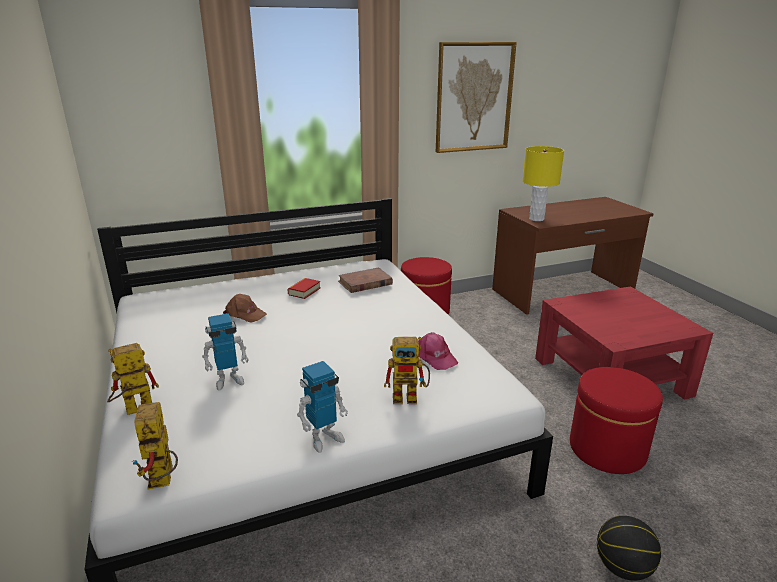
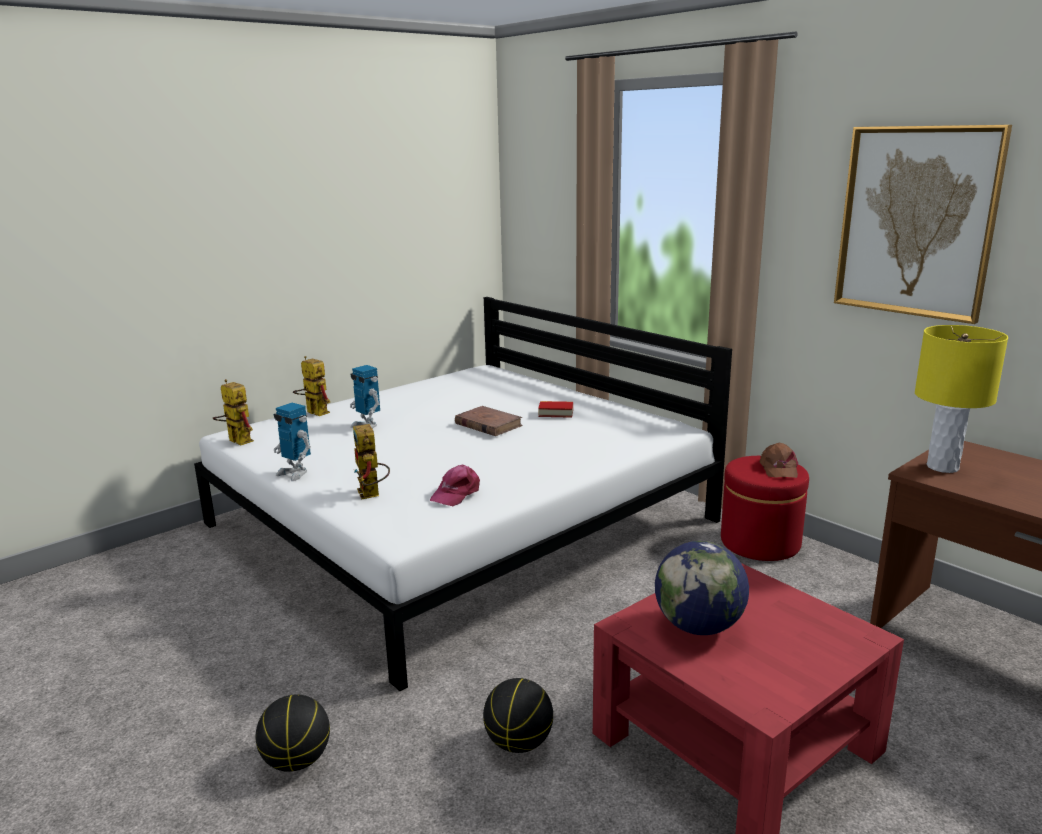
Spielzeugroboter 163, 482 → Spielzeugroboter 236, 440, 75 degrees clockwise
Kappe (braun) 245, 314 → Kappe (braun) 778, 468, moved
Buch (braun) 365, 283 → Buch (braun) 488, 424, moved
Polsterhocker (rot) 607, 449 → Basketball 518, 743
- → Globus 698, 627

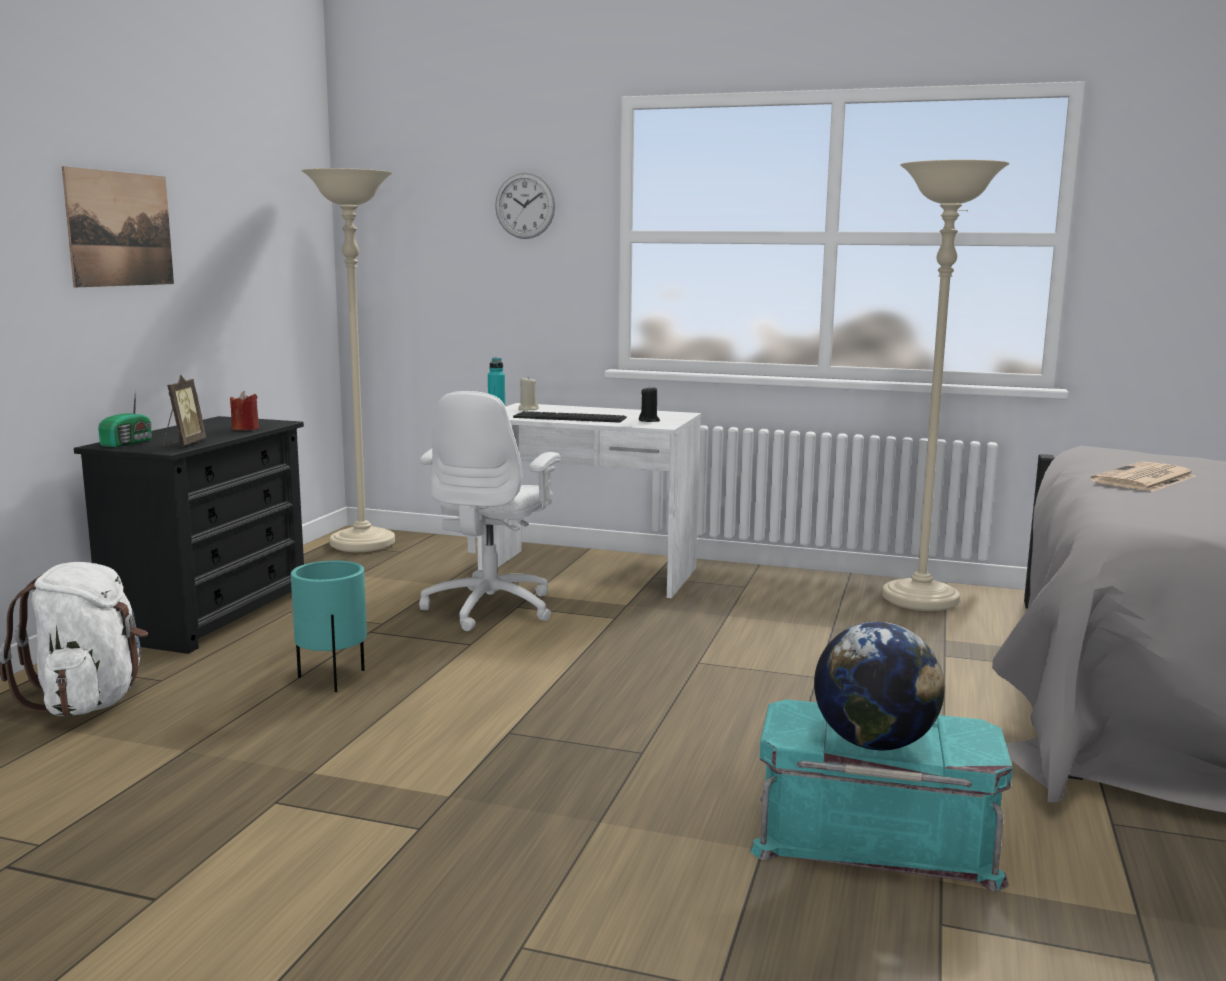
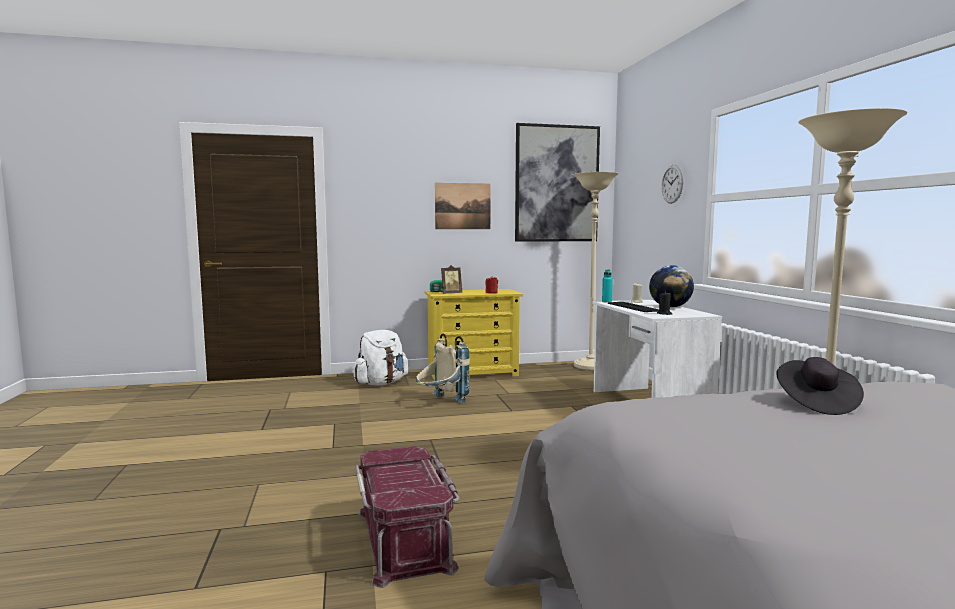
Kommode (schwarz) 210, 615 → Kommode (gelb) 473, 373
Pflanzkübel (türkis) 333, 680 → Rucksack (beige) 441, 403
Bürostuhl (weiß) 492, 608 → -
Aufbewahrungsbox (türkis) 875, 837 → Aufbewahrungsbox (rot) 406, 538
Globus 874, 743 → Globus 670, 307, moved
Zeitung 1144, 479 → Hut (schwarz) 815, 403
- → Bild 556, 184

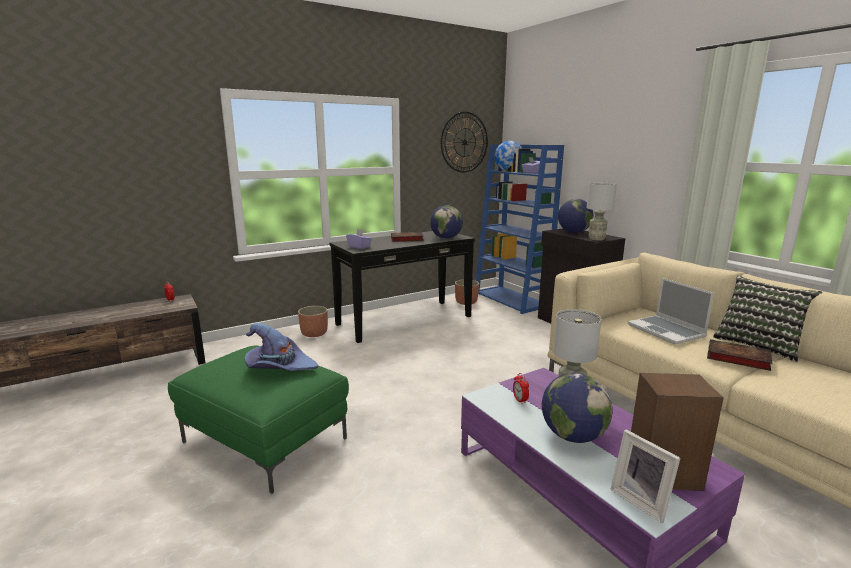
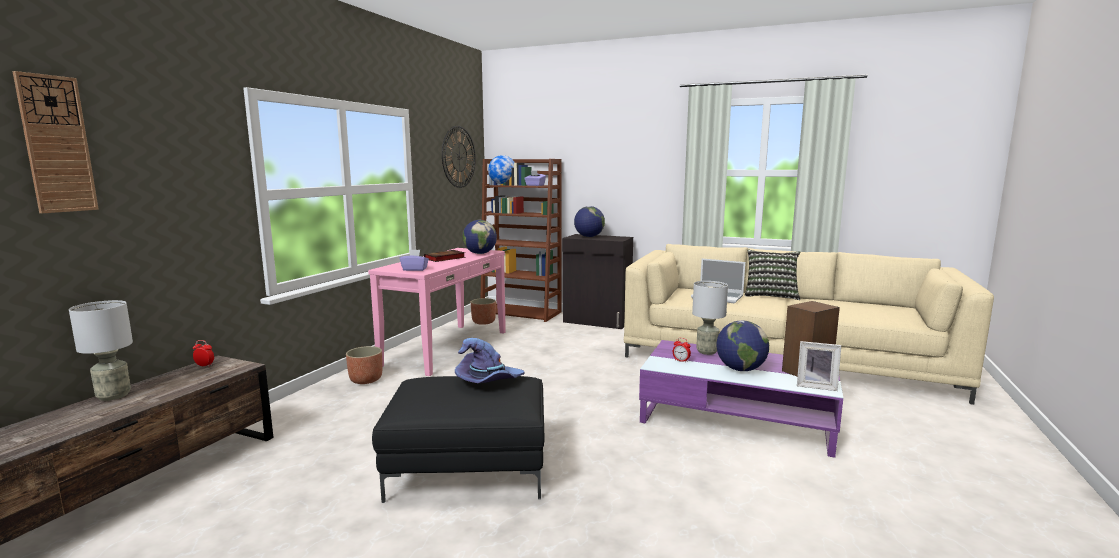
Polsterhocker (grün) 263, 440 → Polsterhocker (schwarz) 466, 471
Konsolentisch (schwarz) 404, 320 → Konsolentisch (rosa) 446, 348
Bücherregal (blau) 512, 300 → Bücherregal (braun) 522, 313
Tischlampe (grau) 596, 239 → Tischlampe (grau) 113, 396, moved
Buch 736, 358 → -
- → Wanduhr 57, 144

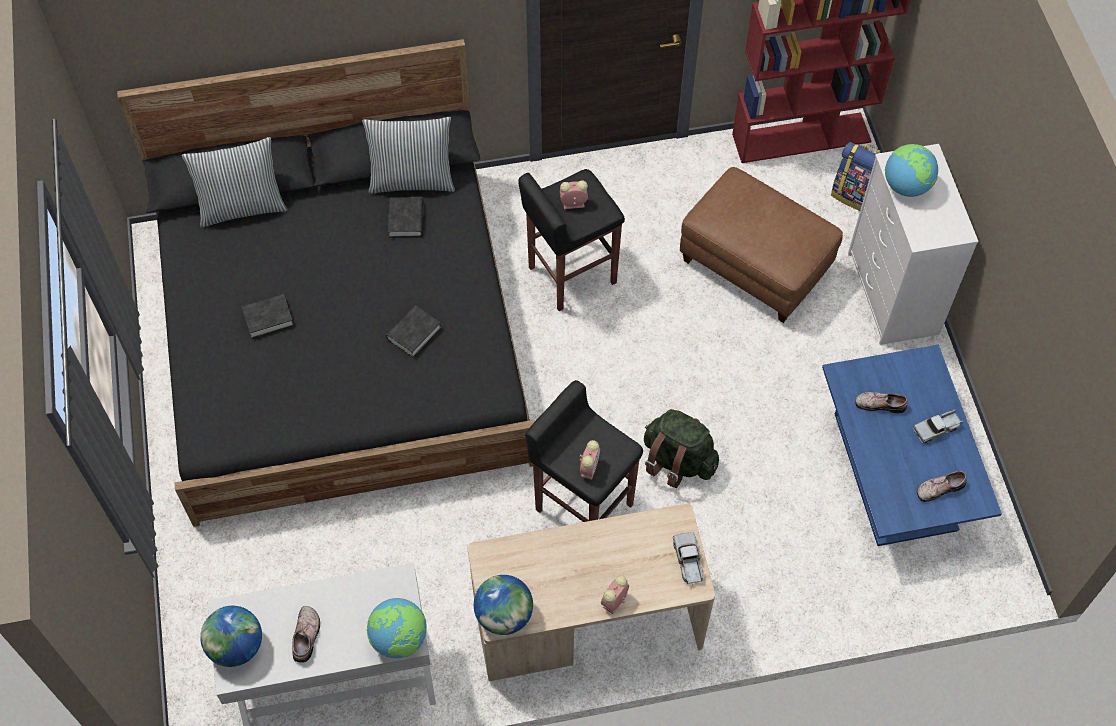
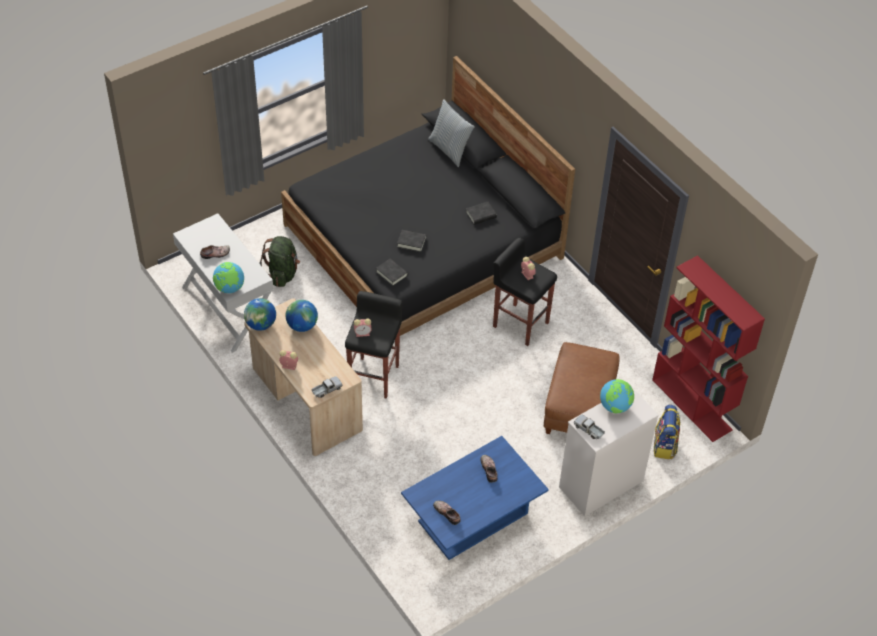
Globus 236, 646 → Globus 302, 326, moved
Buch (schwarz) 268, 318 → Buch (schwarz) 391, 274, moved
Kissen 412, 180 → -
Rucksack (grün) 677, 461 → Rucksack (grün) 282, 273, moved
Spielzeuglaster 936, 429 → Spielzeuglaster 589, 430, moved

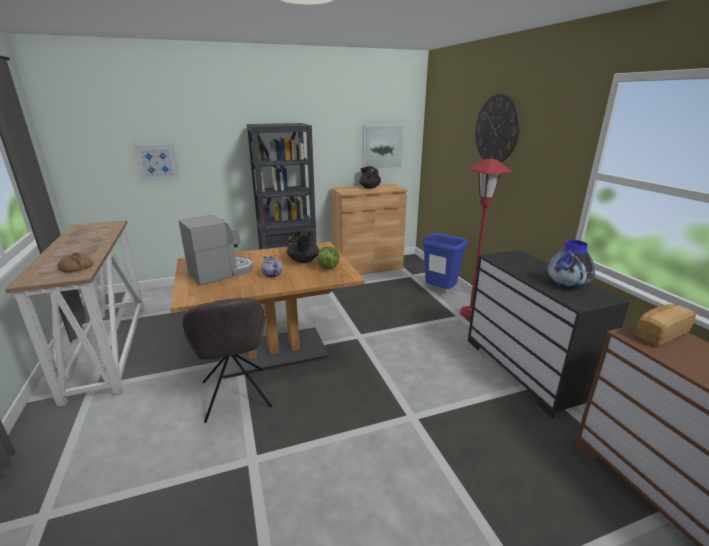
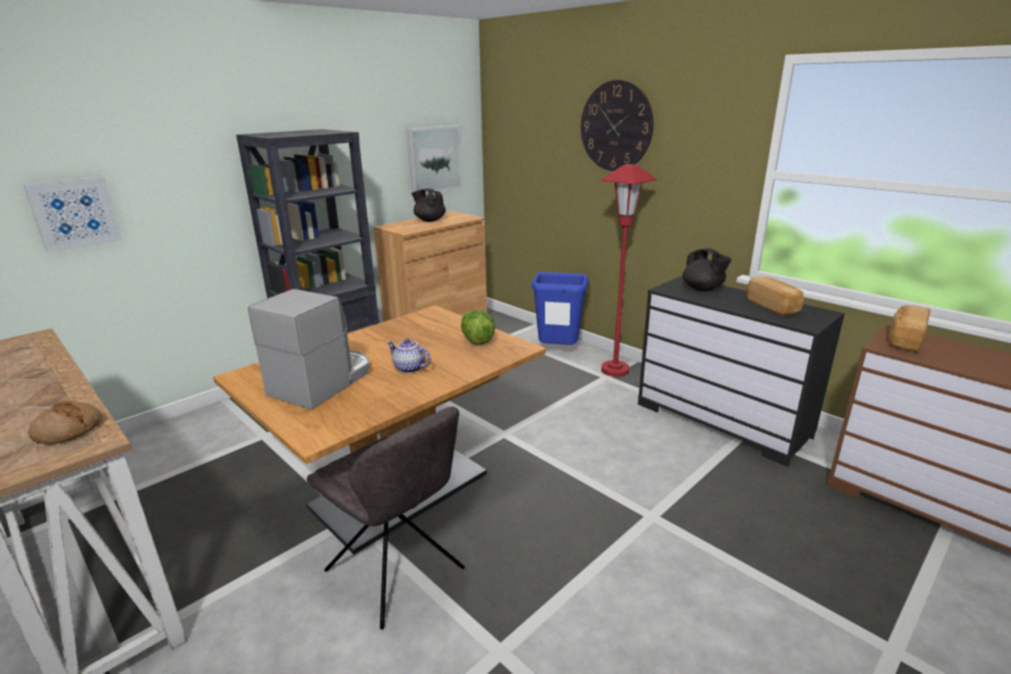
Teekanne (schwarz) 303, 261 → Teekanne (schwarz) 703, 289, moved
Vase 567, 284 → Brot 773, 306

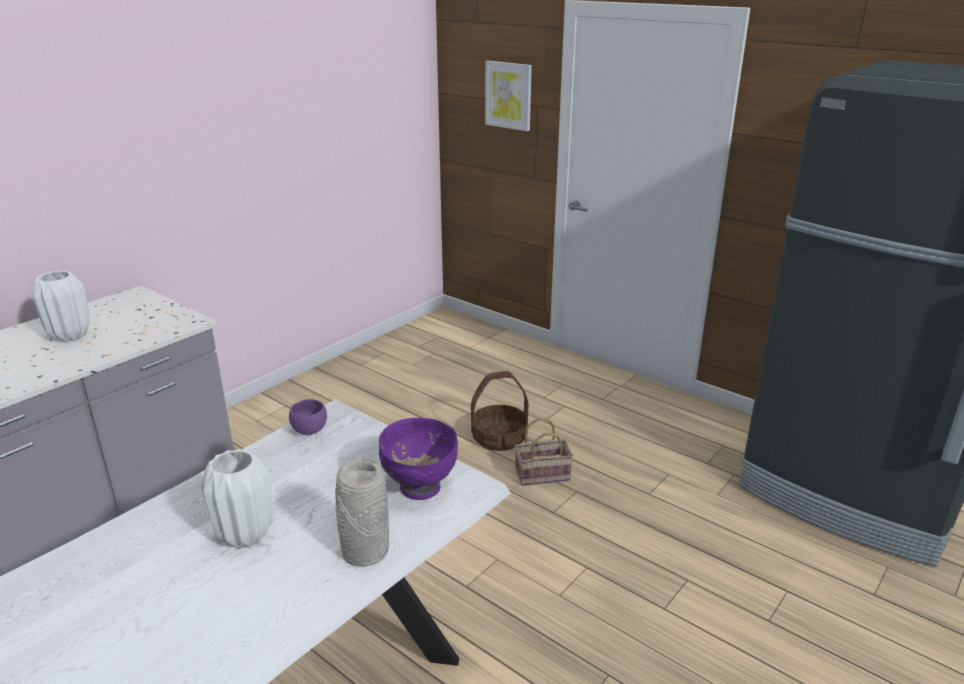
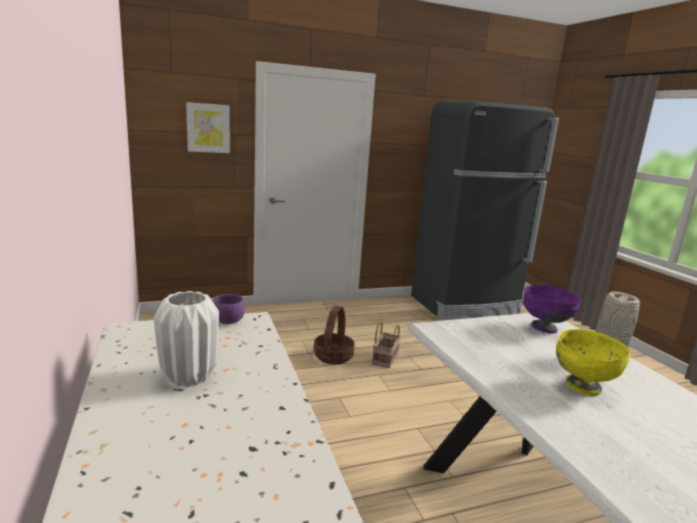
Vase (weiß) 246, 535 → Schüssel (gelb) 582, 387
Schüssel (lila) 309, 430 → Schüssel (lila) 228, 321, moved

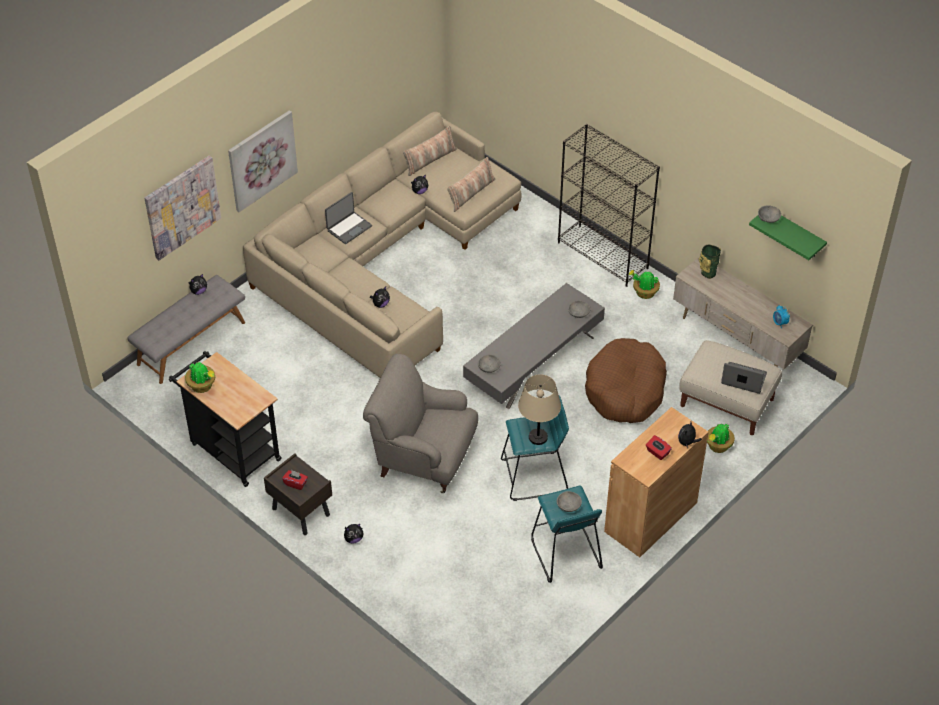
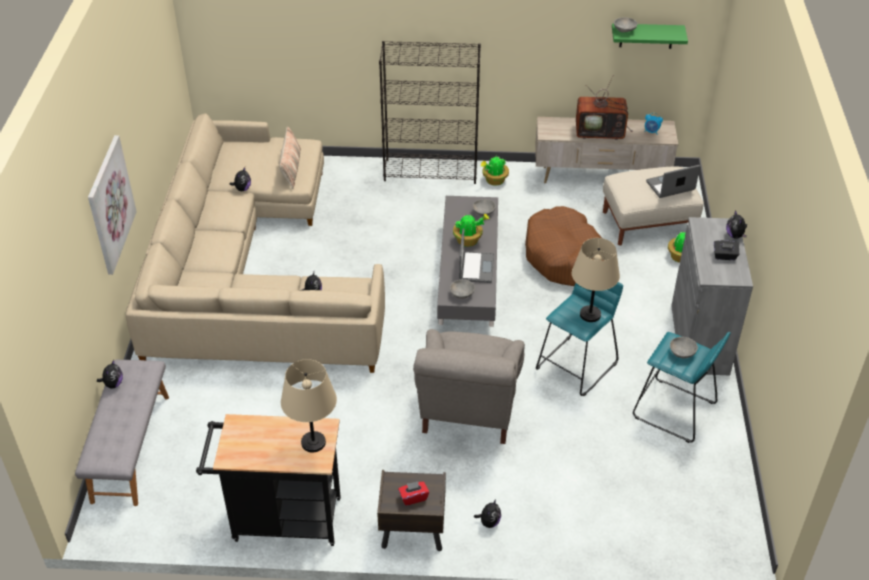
Bild 182, 207 → -
Topfpflanze 202, 386 → Topfpflanze 468, 240, moved
Laptop 349, 228 → Laptop 475, 268, moved
Sessel (grau) 423, 458 → Sessel (grau) 468, 410, 60 degrees counterclockwise
Kissen 429, 160 → -
Schrank (braun) 650, 517 → Schrank (grau) 699, 339
Taschentuchbox (rot) 657, 452 → Taschentuchbox (schwarz) 724, 256
Vase 707, 273 → -
- → Tischlampe (beige) 313, 442
- → Fernseher 601, 132

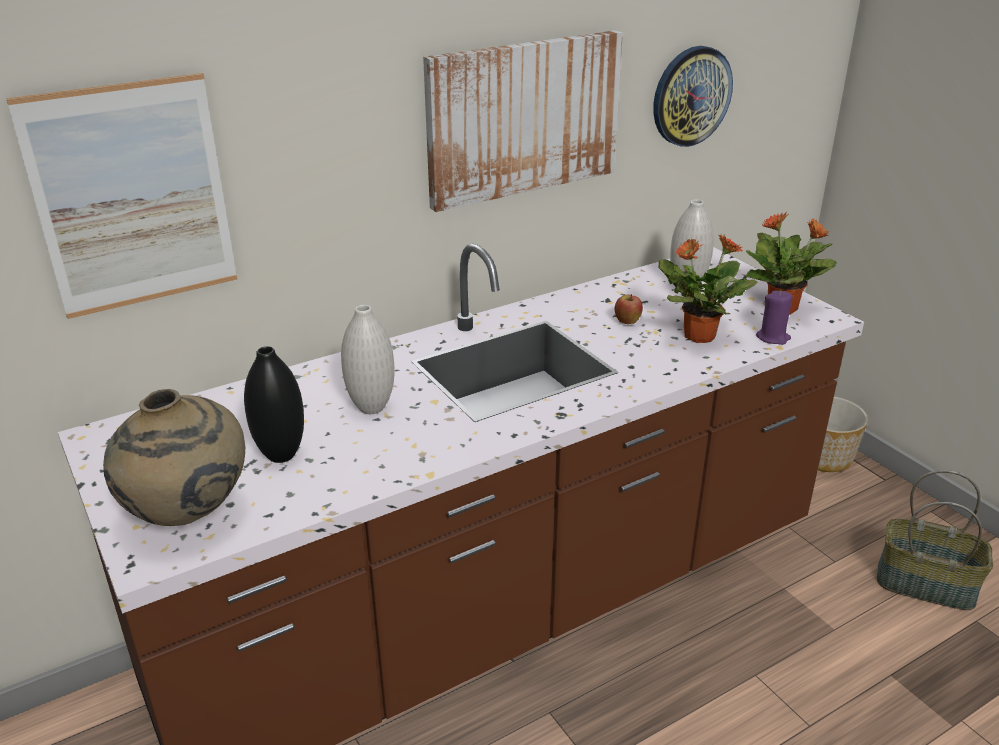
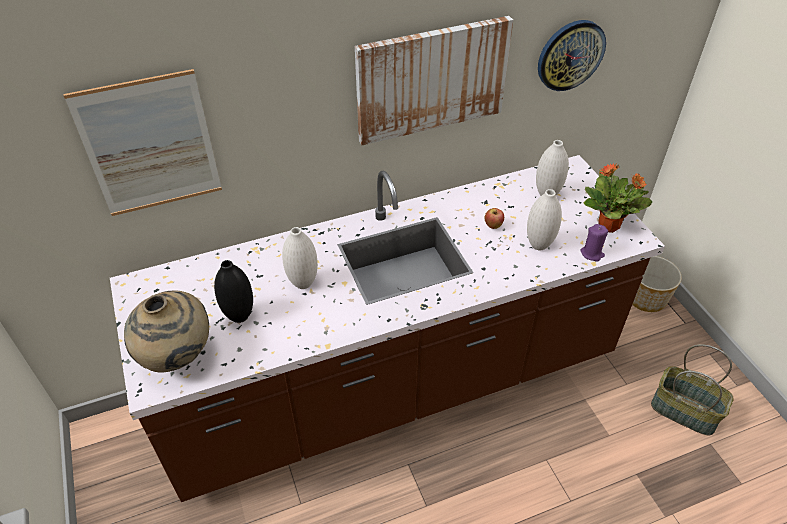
Topfpflanze 697, 336 → Vase (weiß) 539, 245

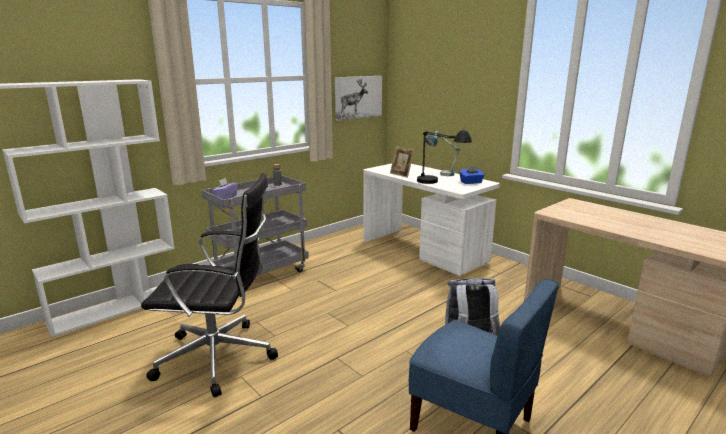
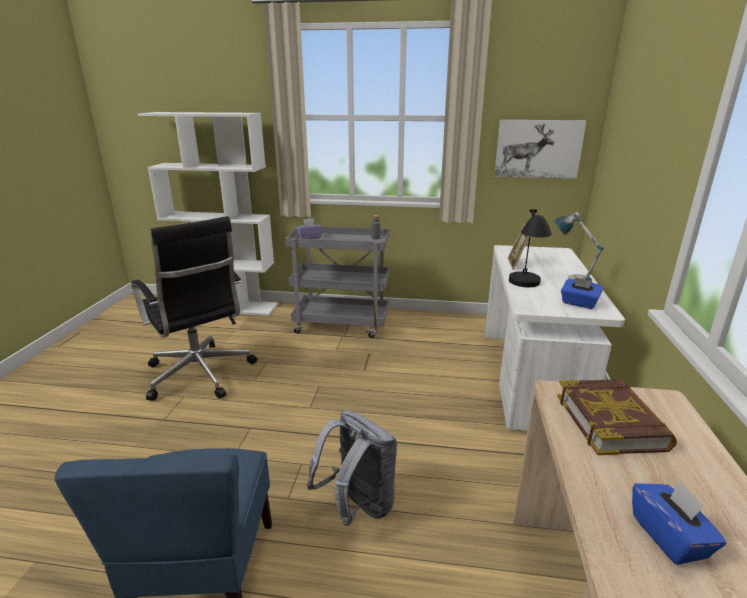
- → Buch 610, 422
- → Taschentuchbox (blau) 669, 537

